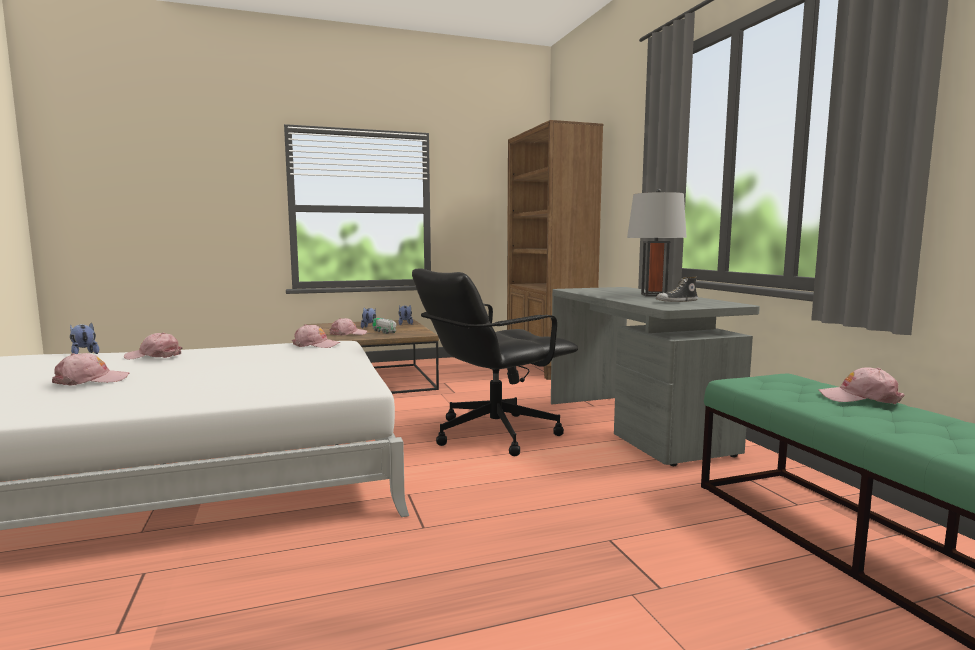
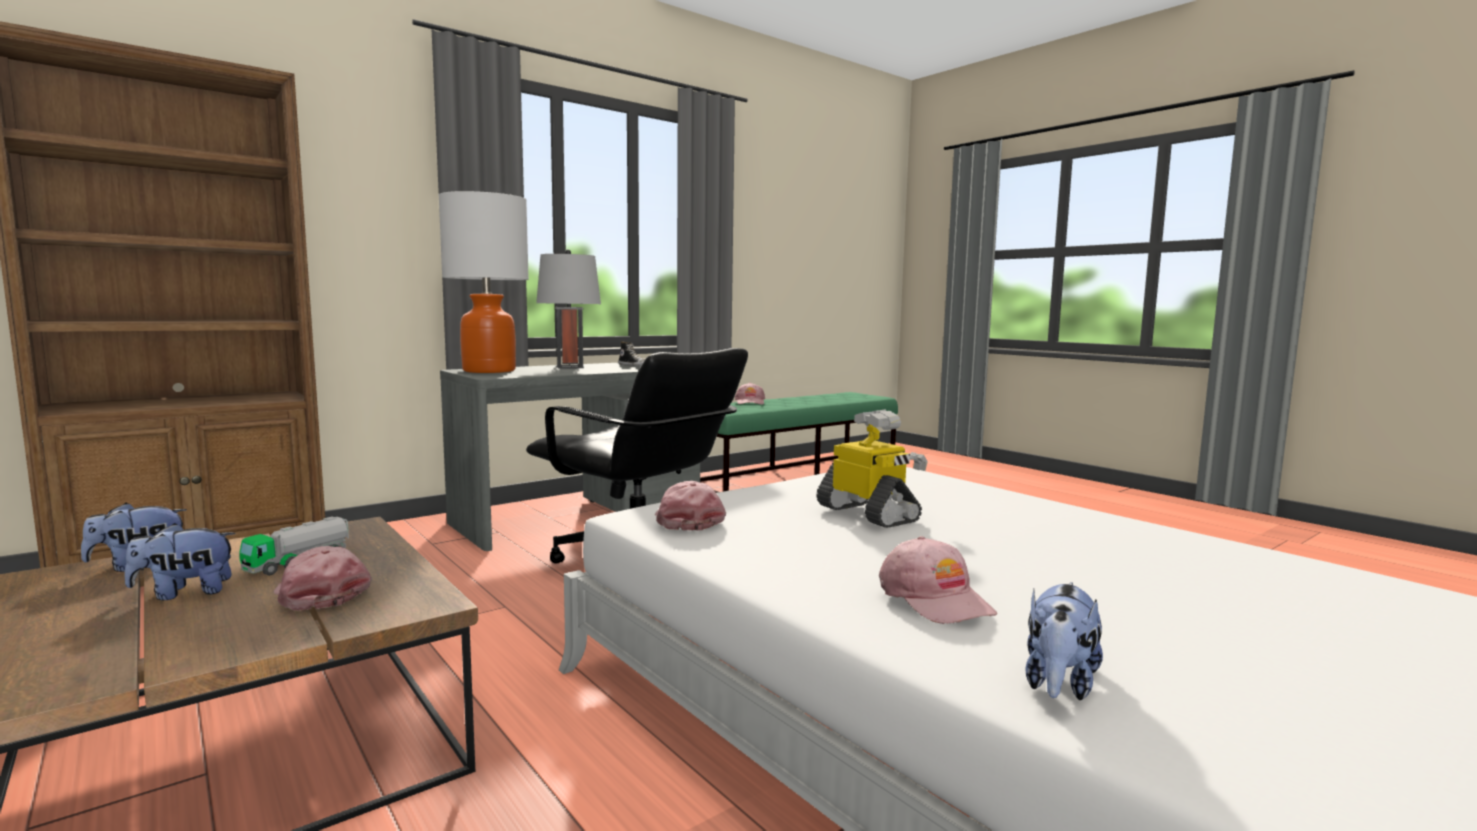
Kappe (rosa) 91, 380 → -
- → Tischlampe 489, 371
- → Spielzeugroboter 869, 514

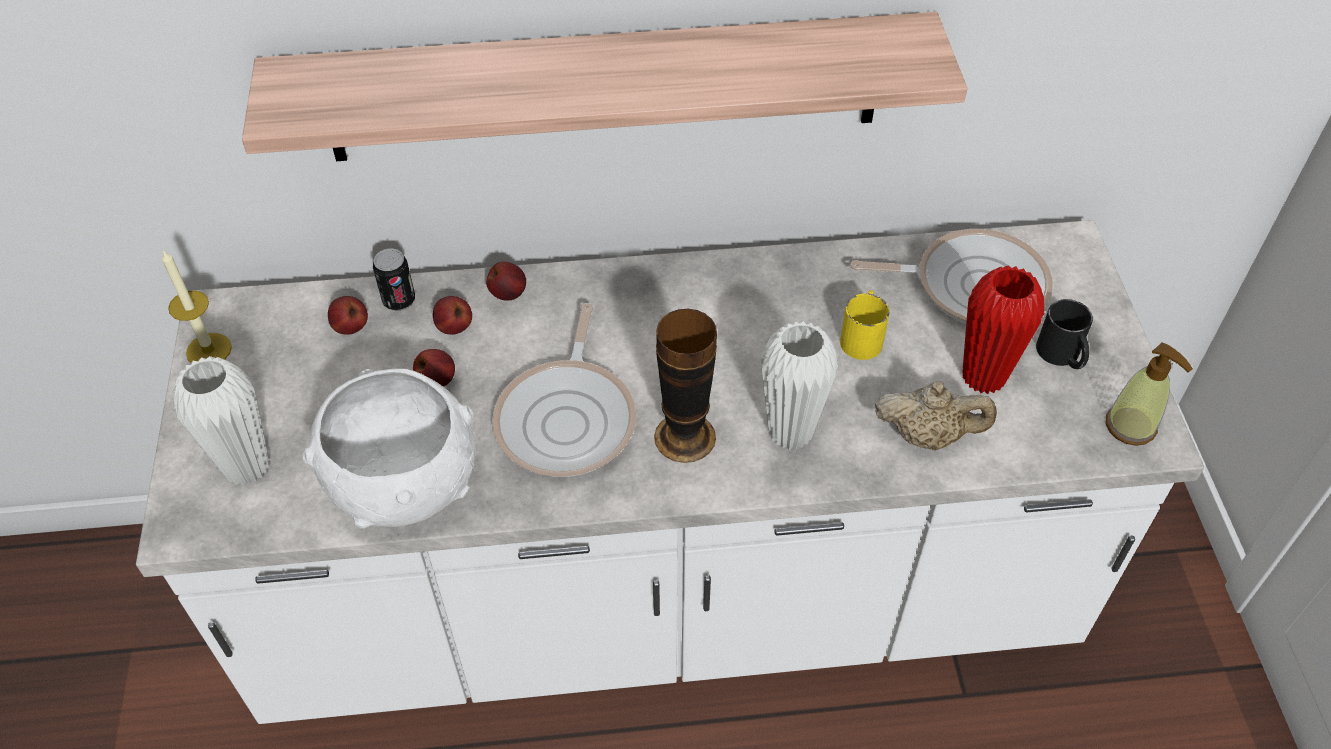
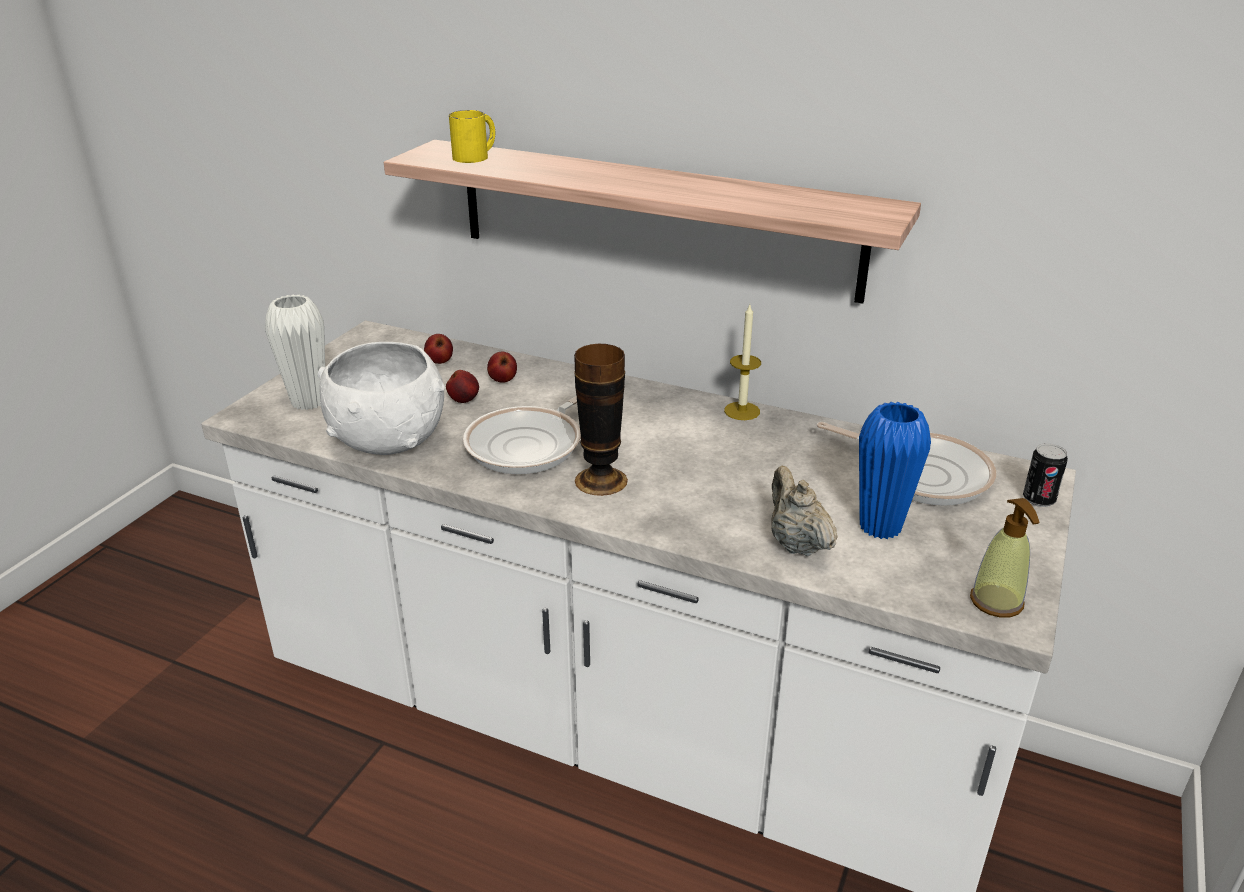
Kerze 209, 350 → Kerze 742, 411, moved
Dose 399, 300 → Dose 1038, 499, moved
Apfel 508, 293 → -
Vase (weiß) 790, 432 → -
Henkelbecher (gelb) 862, 336 → Henkelbecher (gelb) 476, 156, moved
Teekanne (beige) 928, 435 → Teekanne (beige) 796, 544, 150 degrees counterclockwise
Vase (rot) 983, 377 → Vase (blau) 880, 527
Henkelbecher (schwarz) 1062, 356 → -

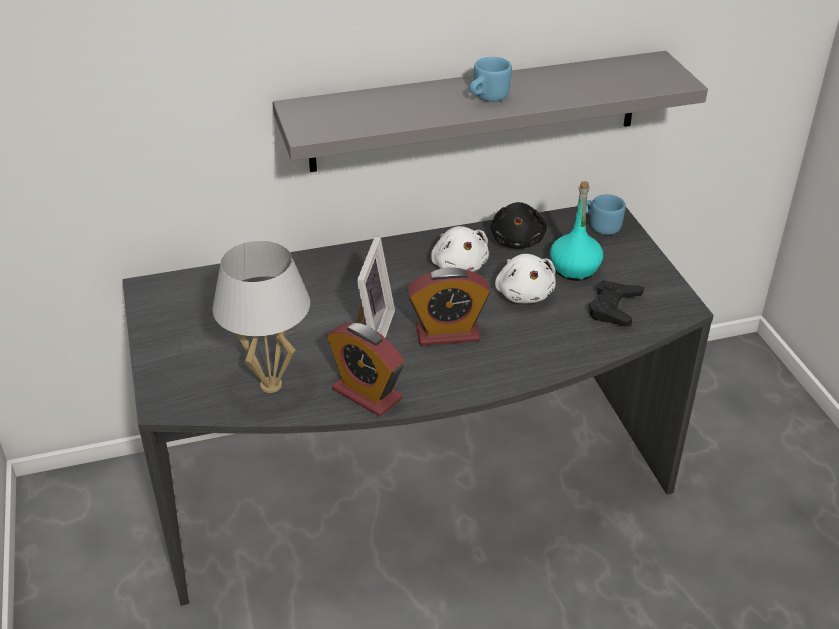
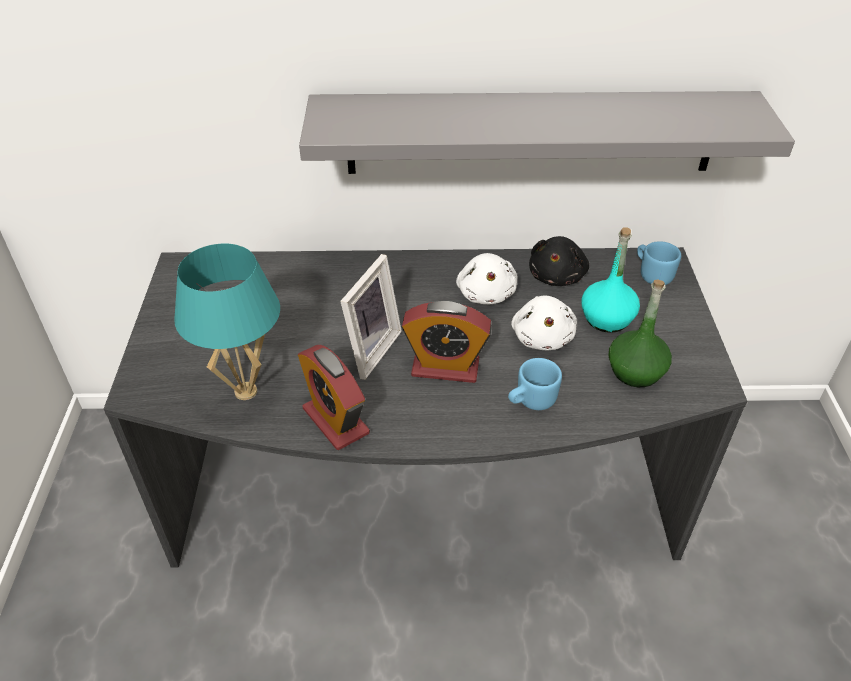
Tischlampe (weiß) 271, 385 → Tischlampe (türkis) 246, 392
Henkelbecher (blau) 487, 98 → Henkelbecher (blau) 530, 401, moved
Gamepad (schwarz) 614, 308 → Flasche (grün) 635, 371

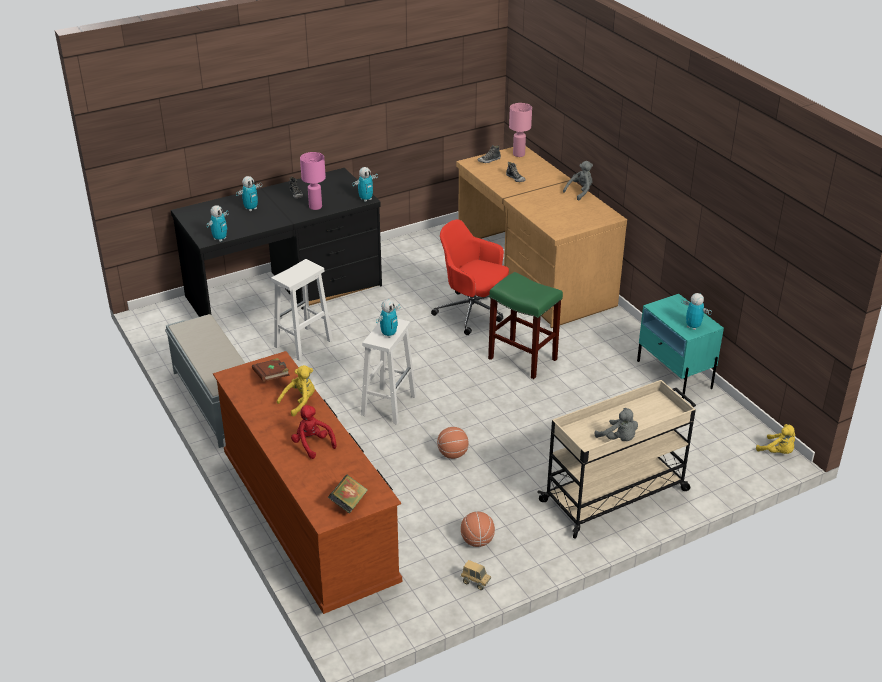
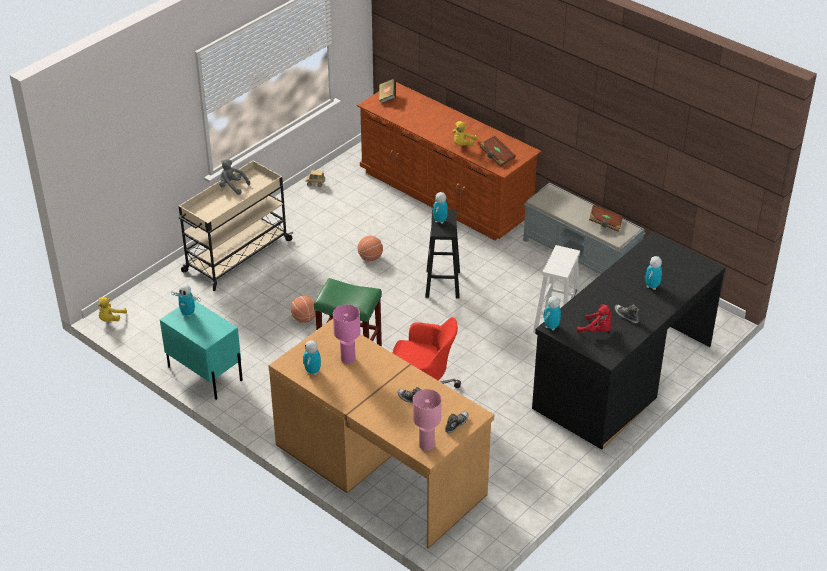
Spielzeugroboter 220, 239 → Spielzeugroboter 312, 371, moved
Plüschtier (rot) 312, 444 → Plüschtier (rot) 597, 330, moved
Tischlampe (rosa) 315, 207 → Tischlampe (rosa) 348, 359, moved
Hocker (weiß) 389, 404 → Hocker (schwarz) 443, 284
Basketball 477, 541 → Basketball 304, 318, moved
Plüschtier (grau) 580, 192 → -
Plüschtier (gelb) 777, 452 → Plüschtier (gelb) 111, 319, 90 degrees counterclockwise
- → Buch (braun) 605, 224

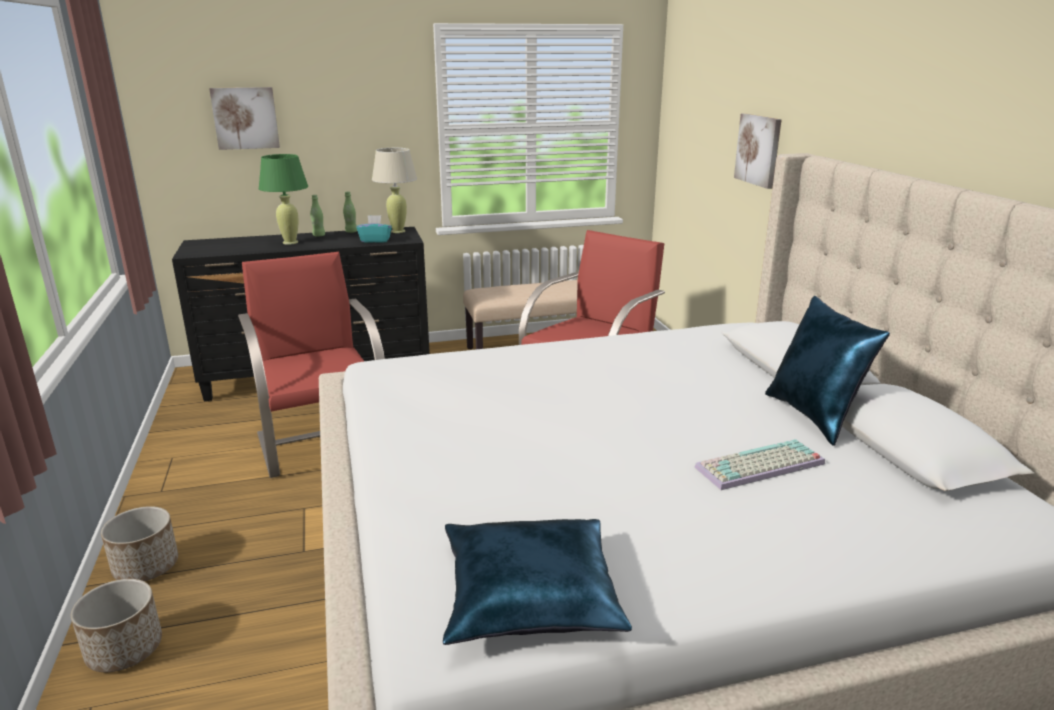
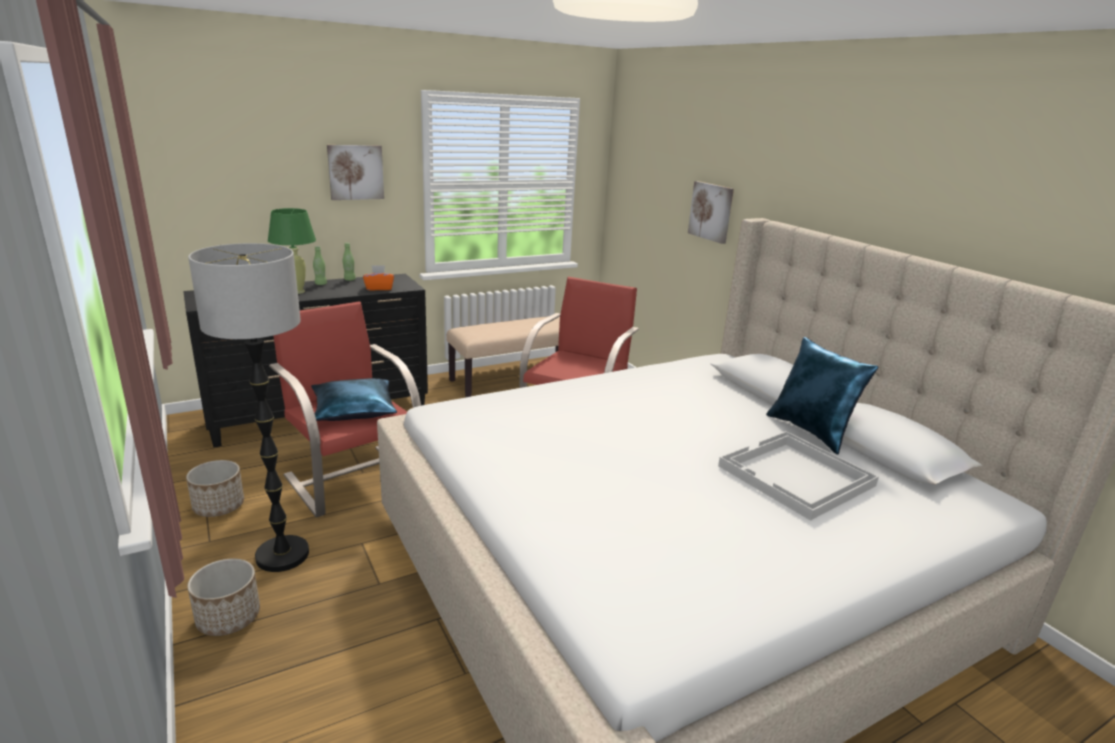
Pflanzkübel 124, 649 → Pflanzkübel 218, 506, moved
Bild 245, 118 → Bild 355, 172, moved
Taschentuchbox (türkis) 375, 240 → Taschentuchbox (orange) 379, 288
Tischlampe (beige) 398, 231 → -
Kissen (blau) 530, 597 → Kissen (blau) 353, 410, moved
Tastatur 760, 467 → Tablett (weiß) 796, 476
- → Stehlampe 282, 555

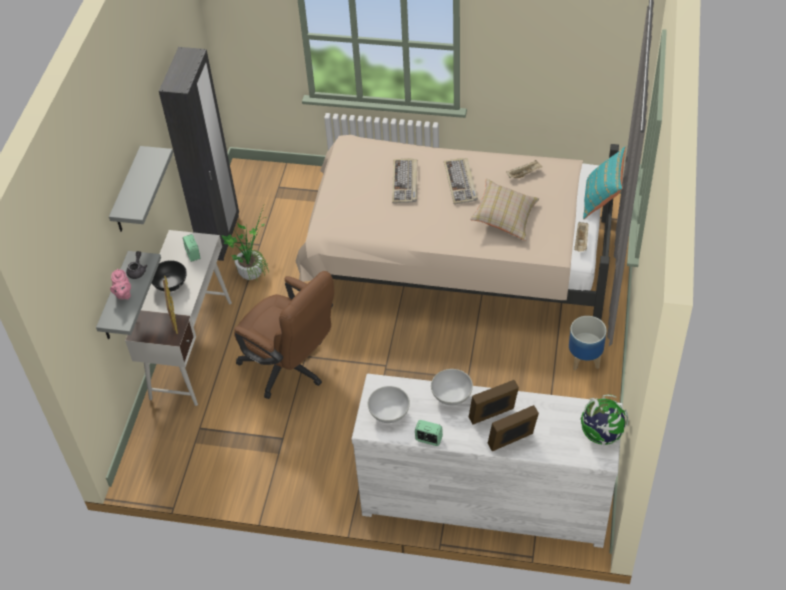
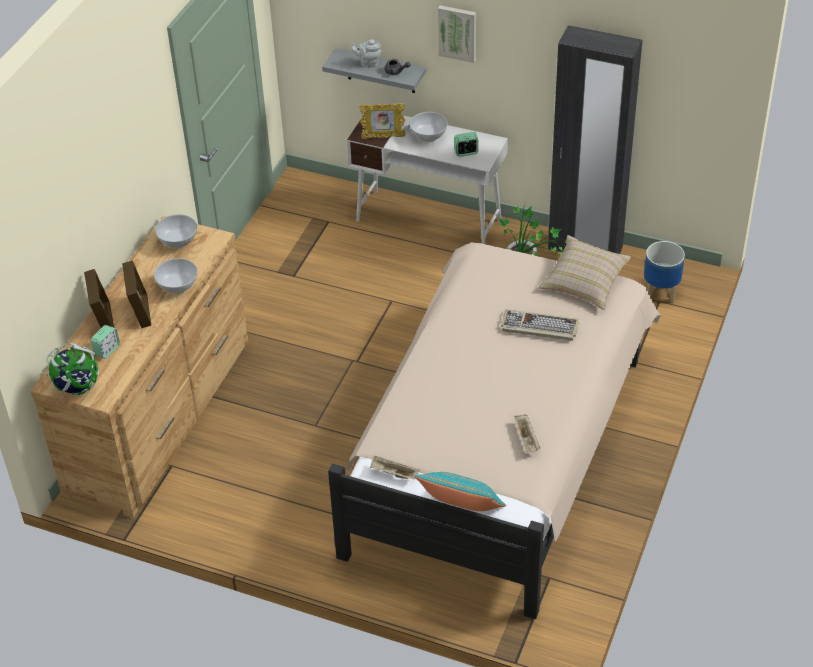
Wandregal (grau) 128, 192 → Bild 458, 32
Teekanne (rosa) 123, 294 → Teekanne (grau) 368, 63
Schüssel (schwarz) 170, 284 → Schüssel (weiß) 428, 136
Bürostuhl (braun) 290, 368 → -
Kommode (weiß) 485, 497 → Kommode (braun) 161, 414
Wecker 428, 439 → Wecker 107, 350, moved
Tastatur 461, 182 → -
Kissen (beige) 504, 218 → Kissen (beige) 584, 283, moved
Pflanzkübel 584, 358 → Pflanzkübel 661, 292, moved

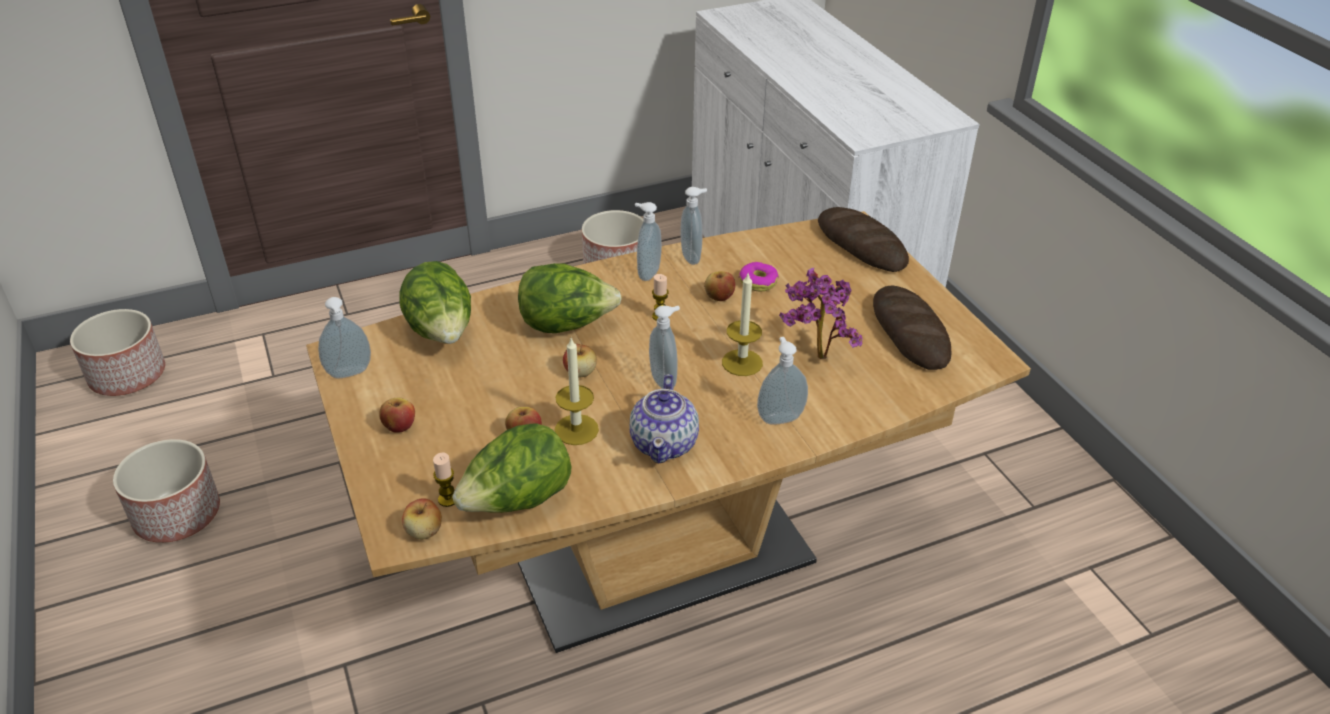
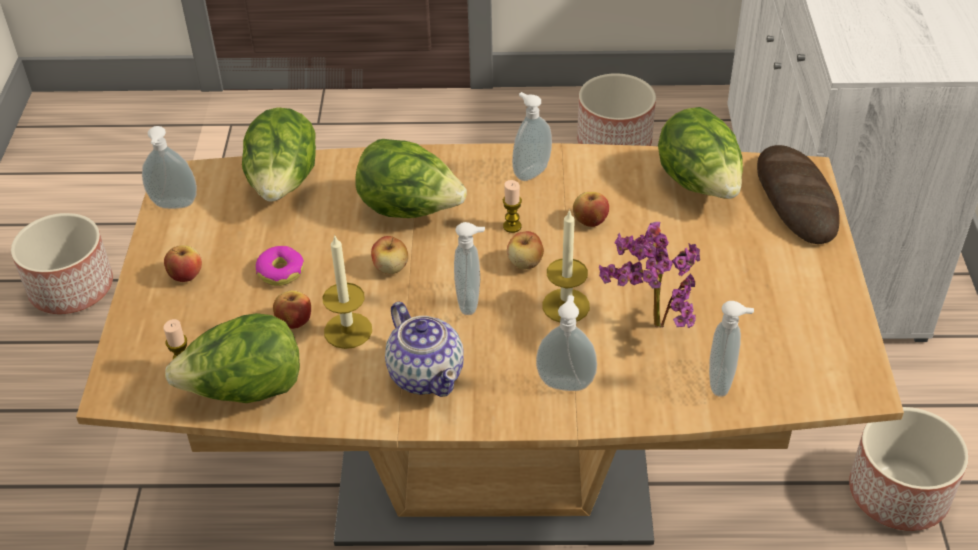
Pflanzkübel 127, 376 → Pflanzkübel 897, 494, moved
Apfel 424, 531 → Apfel 525, 263, moved
Teekanne 665, 443 → Teekanne 426, 374, 60 degrees counterclockwise
Seifenspender 692, 257 → Seifenspender 722, 382, moved
Donut 758, 282 → Donut 281, 271, moved
Brot 909, 333 → -
- → Salatkopf 699, 185

